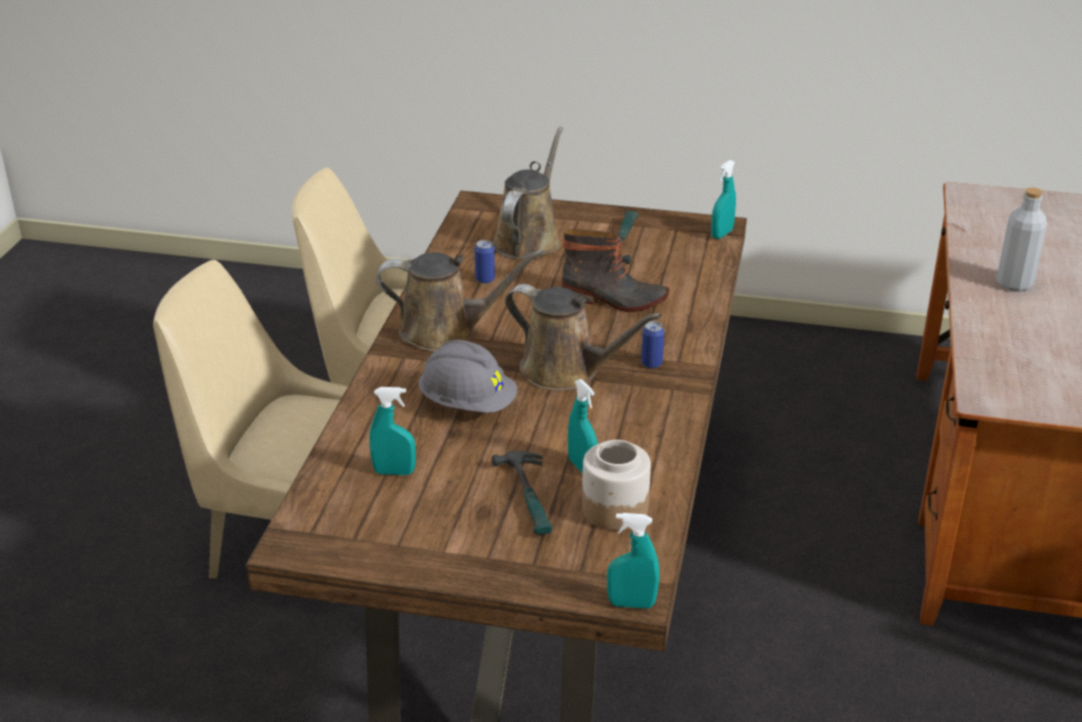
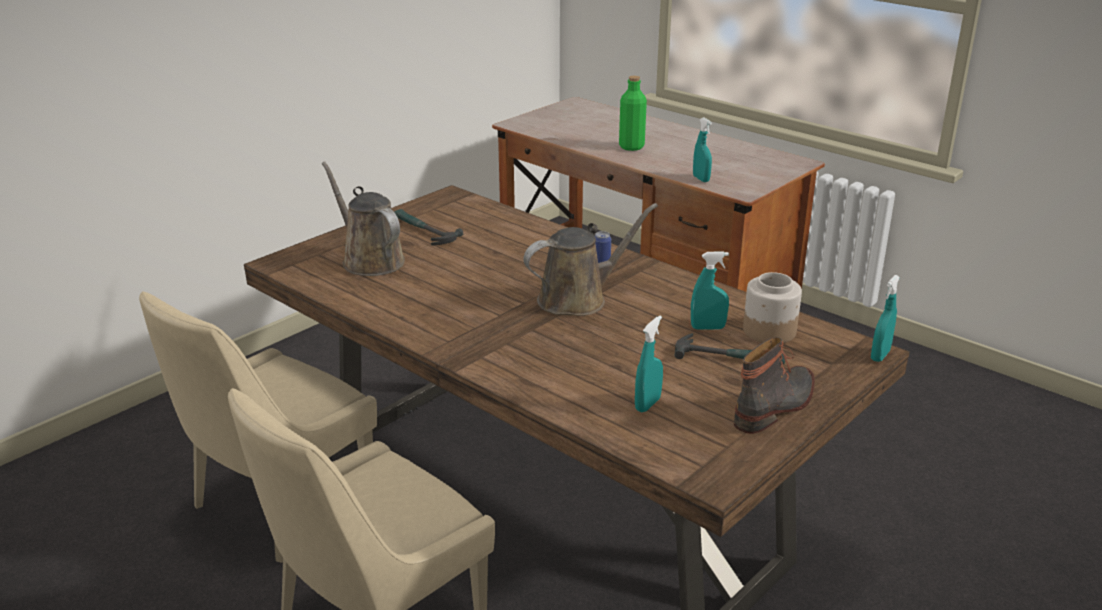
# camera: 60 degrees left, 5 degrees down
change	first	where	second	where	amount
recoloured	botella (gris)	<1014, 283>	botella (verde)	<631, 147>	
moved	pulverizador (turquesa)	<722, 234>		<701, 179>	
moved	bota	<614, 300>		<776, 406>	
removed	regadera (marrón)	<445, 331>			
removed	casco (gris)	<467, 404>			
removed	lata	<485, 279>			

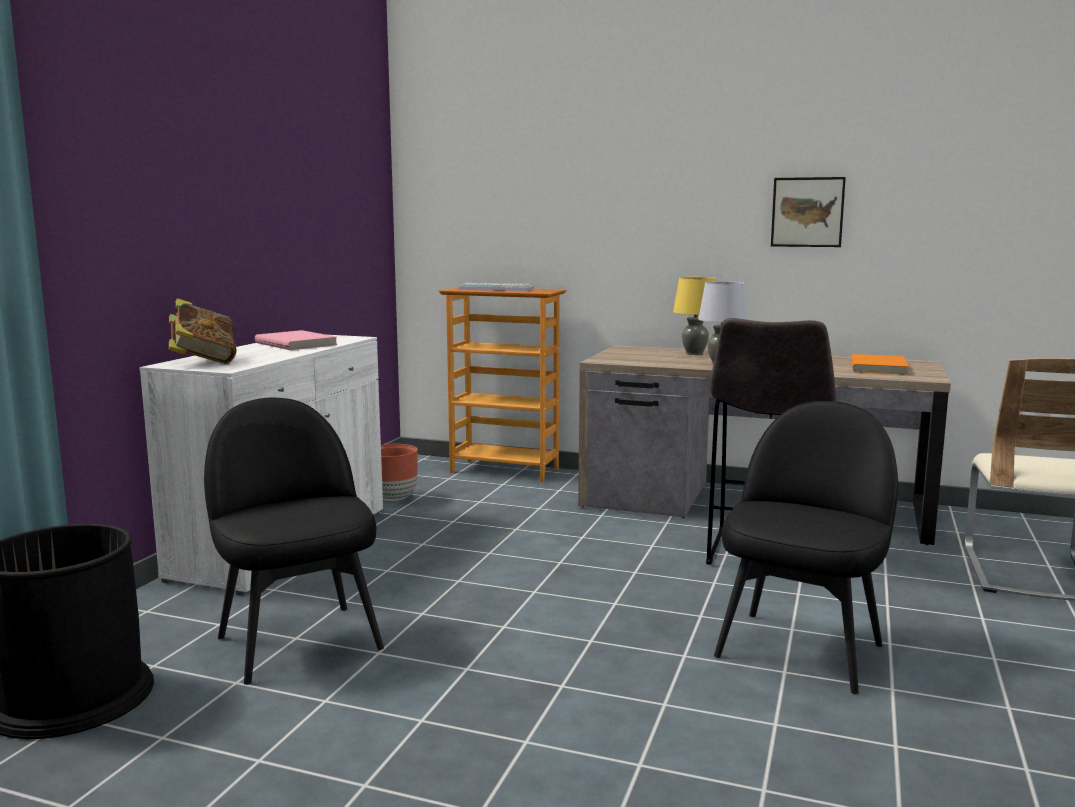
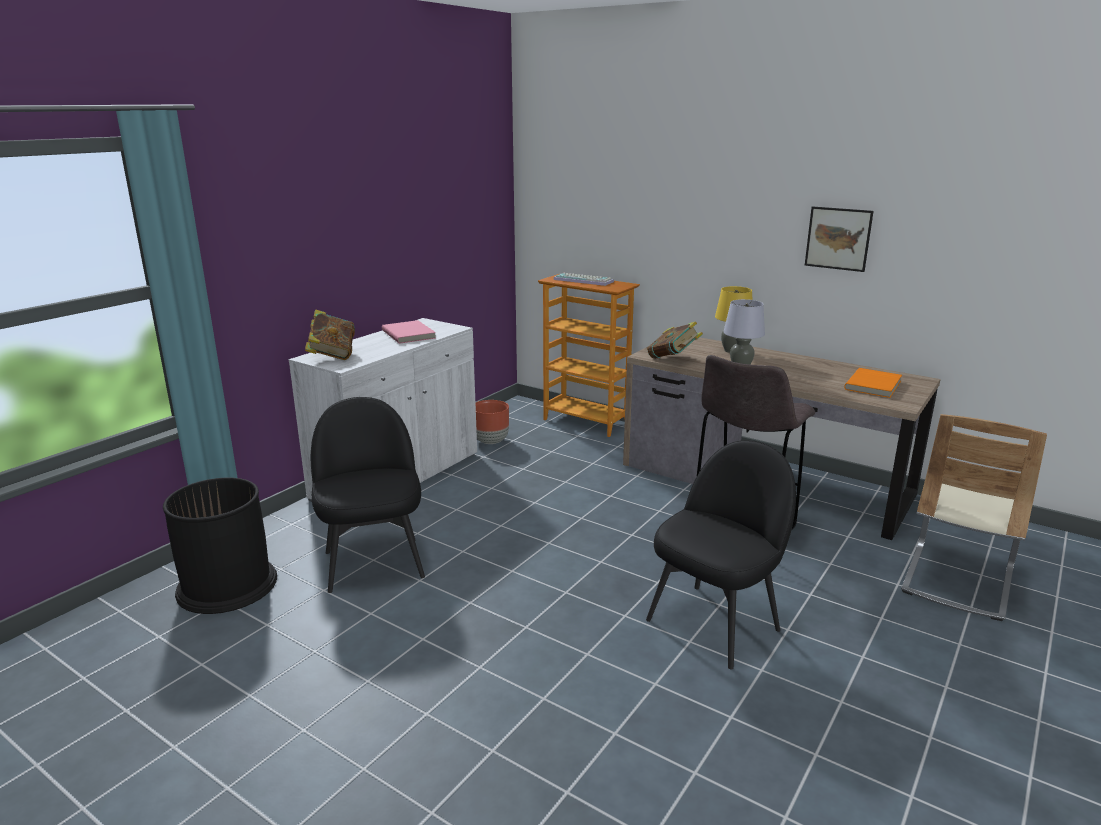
# camera: 15 degrees right, 10 degrees up
change	first	where	second	where	amount
added			libro	<673, 359>	

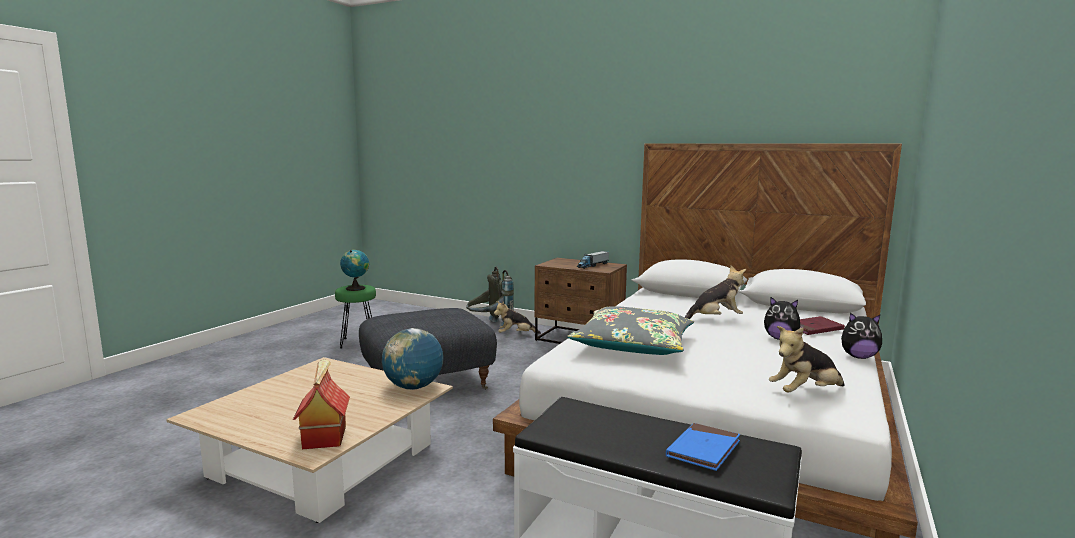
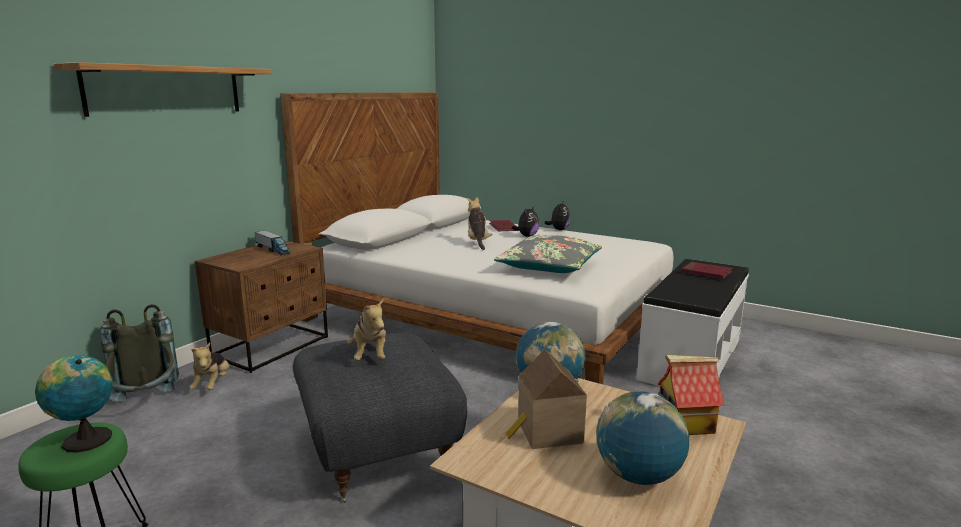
# camera: 85 degrees left, 5 degrees up
change	first	where	second	where	amount
added			estante	<166, 90>	
moved	peluche	<805, 393>		<370, 355>	
added			casita	<546, 432>	
added			globo terráqueo	<638, 476>	
recoloured	libro (azul)	<703, 450>	libro (rojo)	<706, 273>	

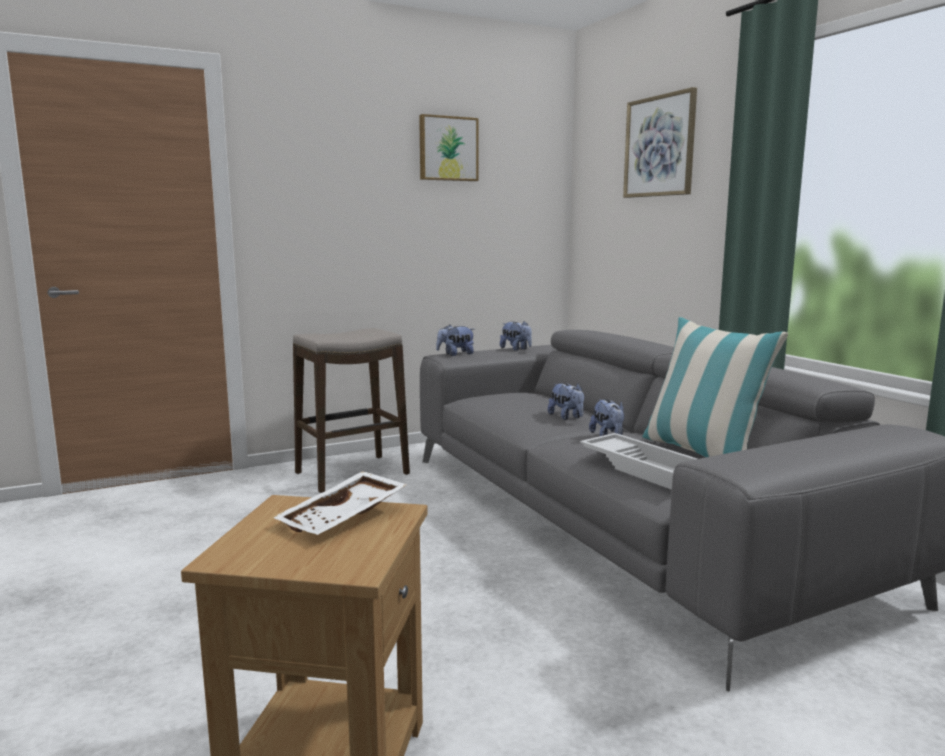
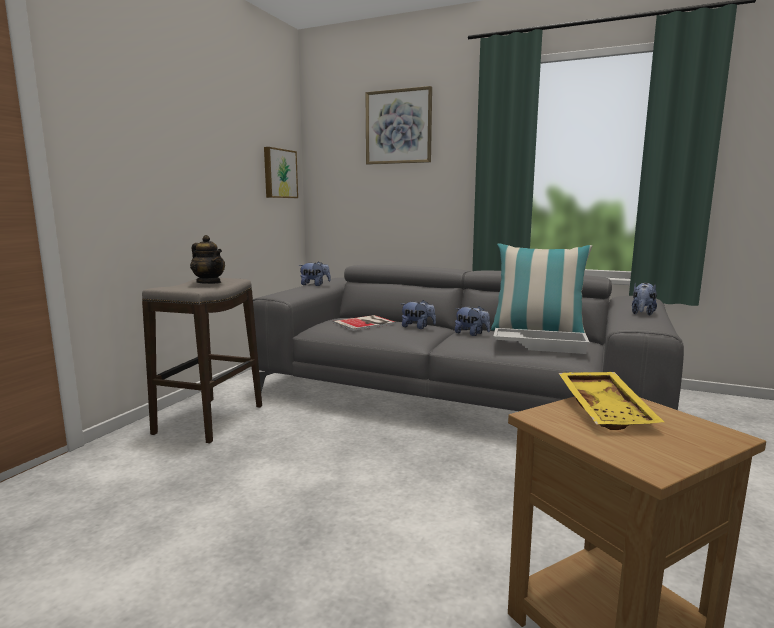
# camera: 40 degrees left, 0 degrees up
change	first	where	second	where	amount
added			tetera	<209, 283>	
moved	cuadro	<448, 149>		<279, 173>	
added			libro	<366, 323>	
recoloured	bandeja (blanco)	<344, 518>	bandeja (amarillo)	<607, 410>	
moved	peluche	<455, 354>		<642, 313>	

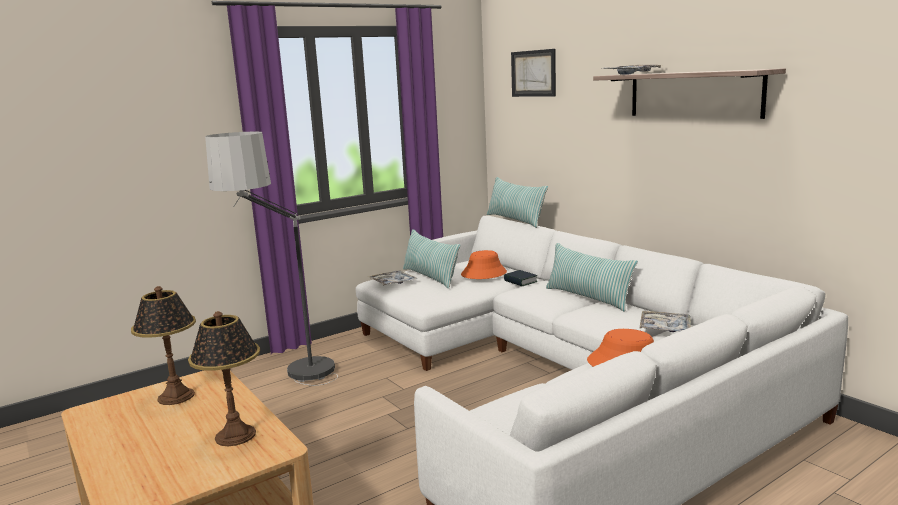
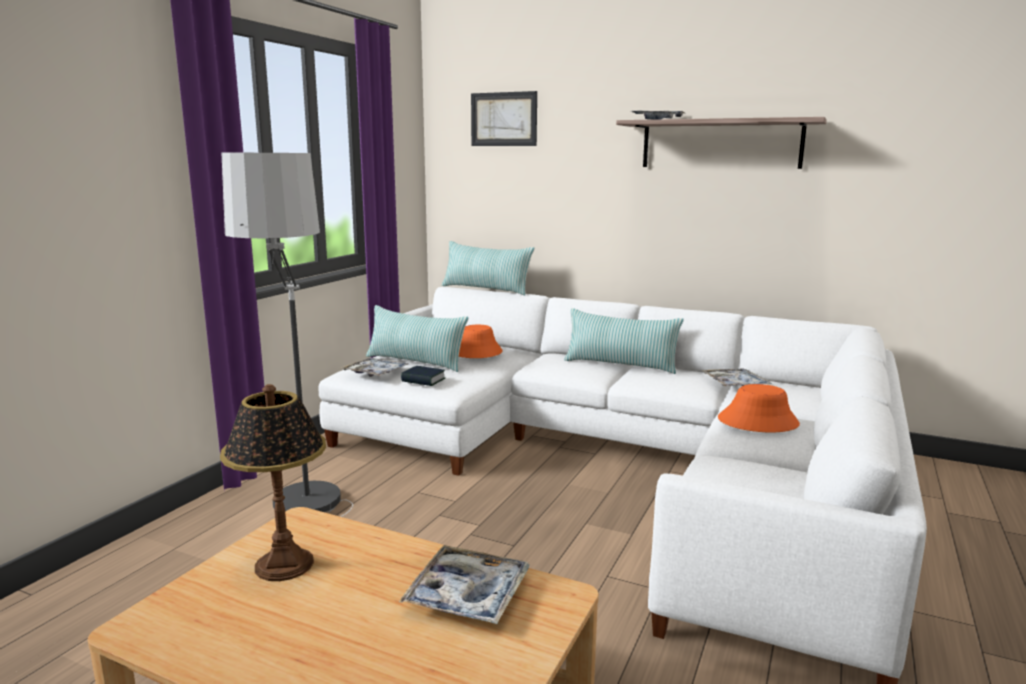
# camera: 30 degrees left, 0 degrees up
change	first	where	second	where	amount
replaced	lámpara de mesa	<236, 435>	bandeja	<467, 595>	
moved	libro	<520, 281>		<423, 380>	

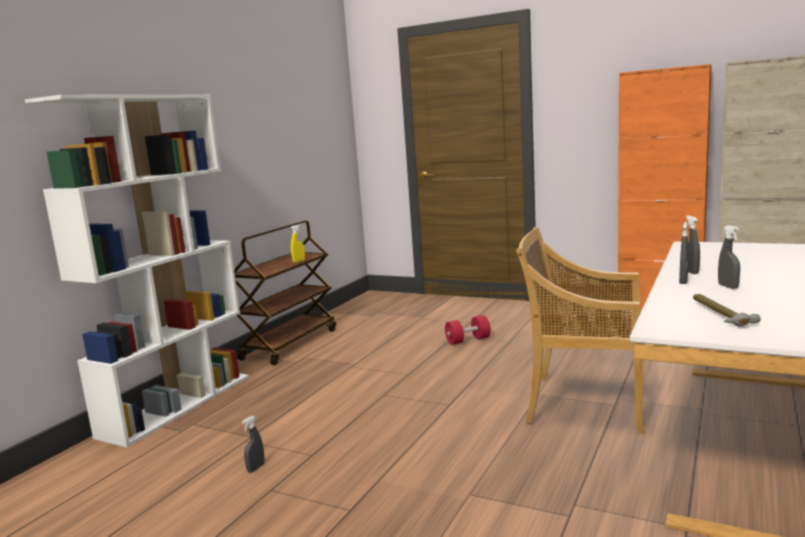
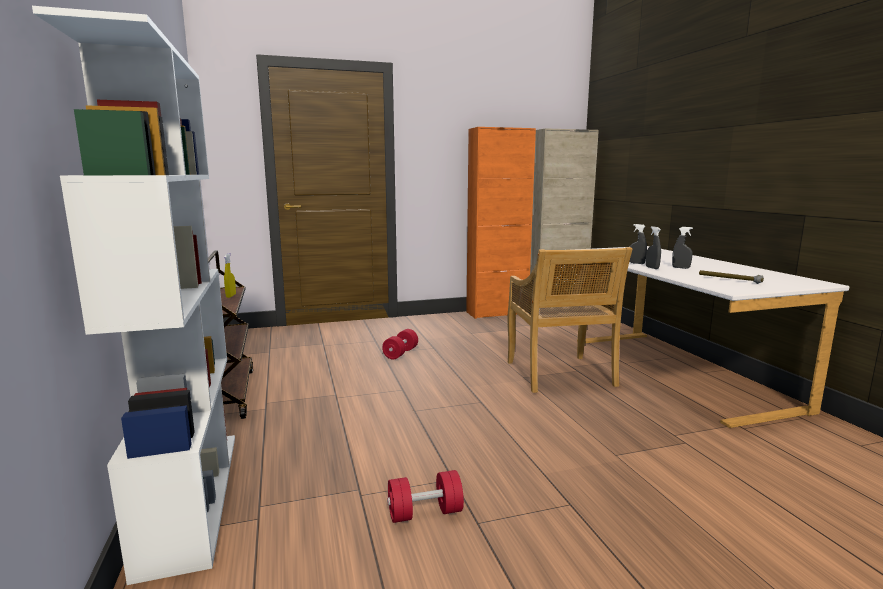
# camera: 45 degrees left, 0 degrees up
change	first	where	second	where	amount
replaced	pulverizador (gris)	<256, 468>	mancuerna (rojo)	<425, 513>	
turned	silla (beis)	<583, 403>		<560, 375>	75 degrees counterclockwise

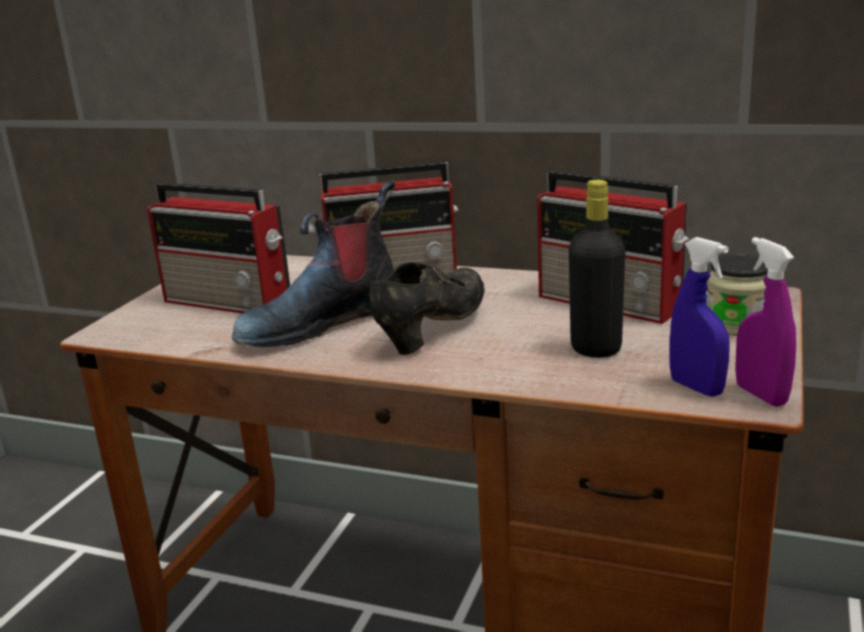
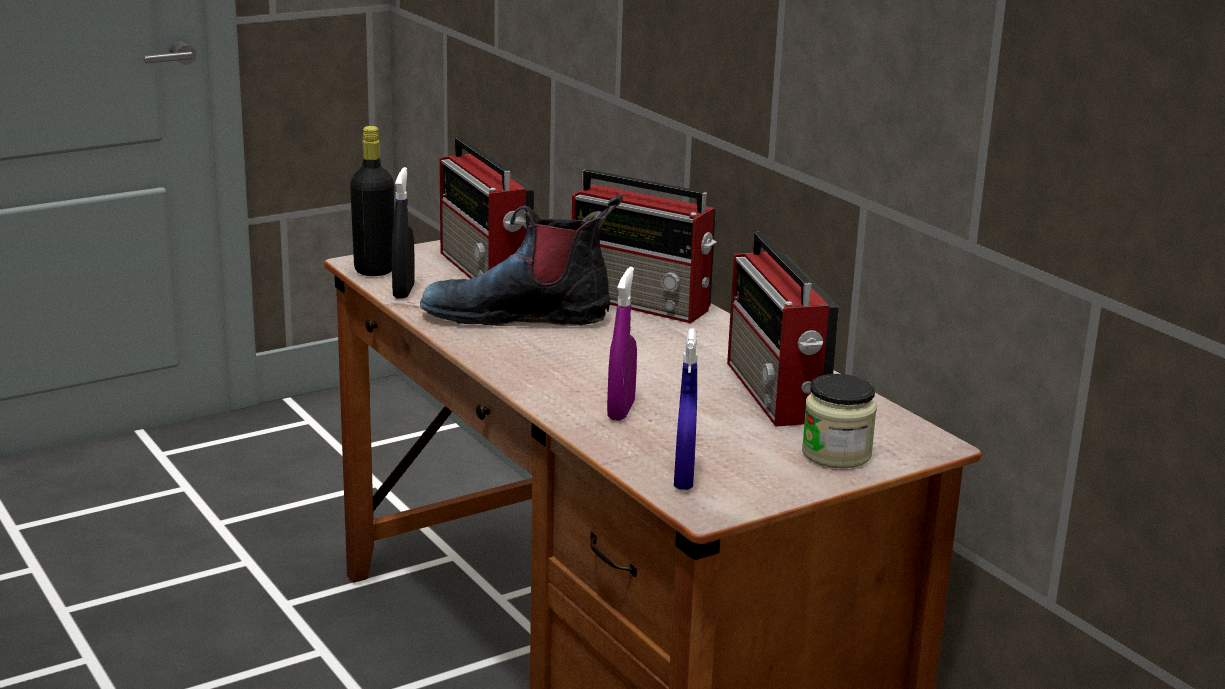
# camera: 35 degrees right, 0 degrees up
change	first	where	second	where	amount
moved	botella (negro)	<596, 349>		<374, 270>	
added			pulverizador (negro)	<403, 291>	
moved	pulverizador (morado)	<761, 395>		<621, 411>	
removed	zapato (negro)	<433, 330>			

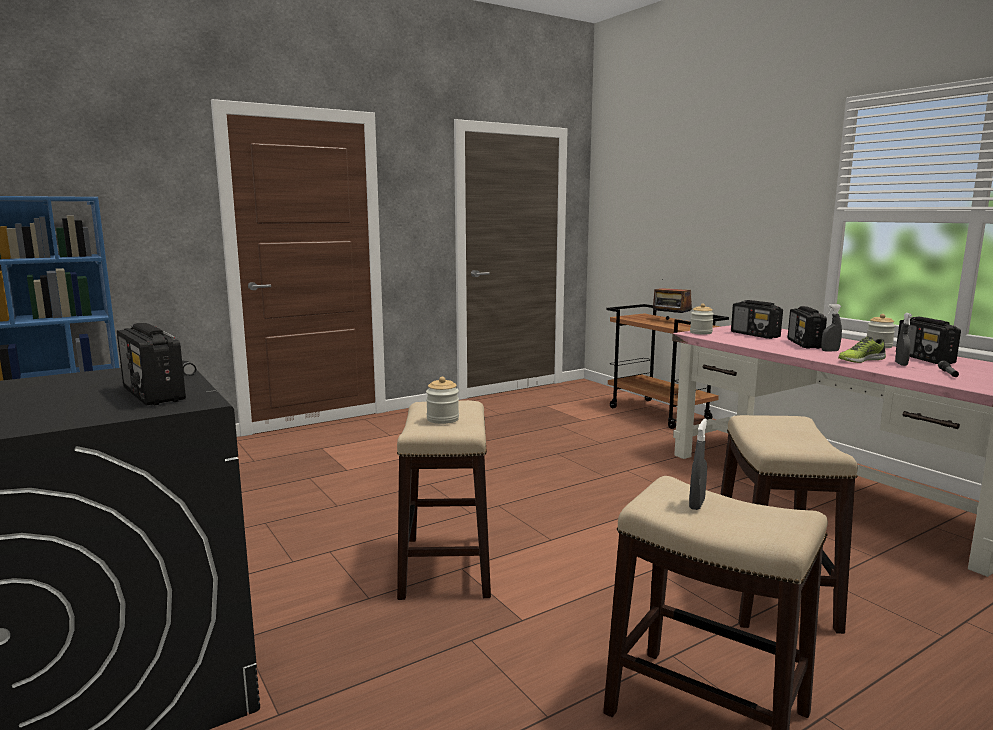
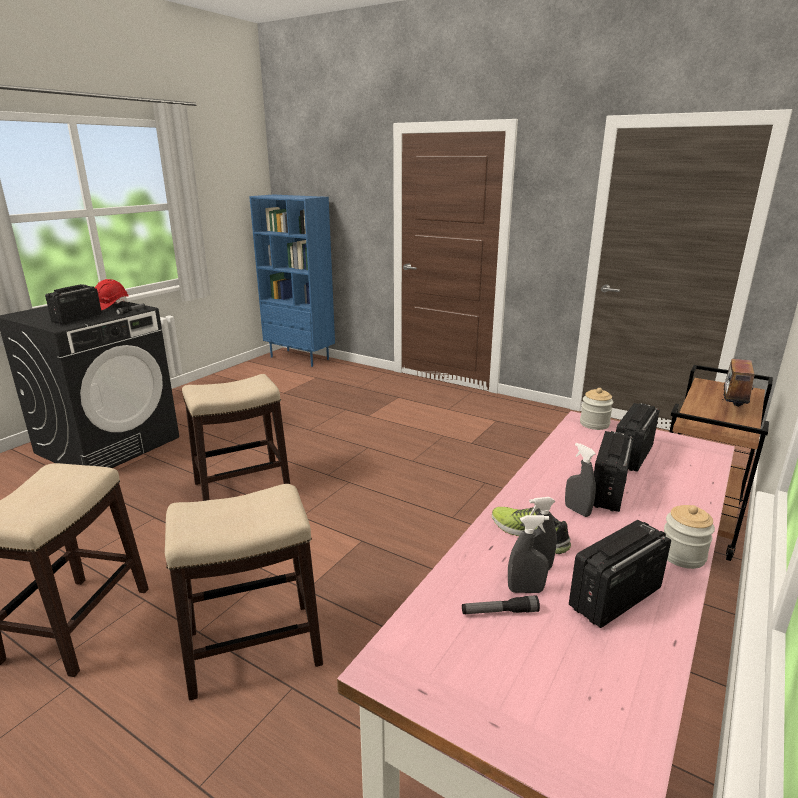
# camera: 65 degrees right, 10 degrees up
change	first	where	second	where	amount
added			casco (rojo)	<110, 306>	
moved	pulverizador (gris)	<697, 504>		<525, 590>	
turned	radio	<804, 344>		<608, 491>	45 degrees counterclockwise
removed	tarro	<442, 419>			

